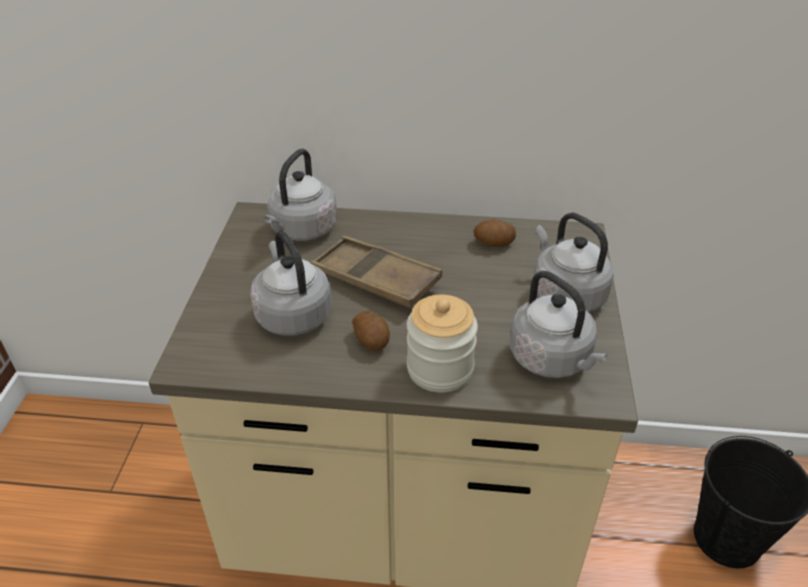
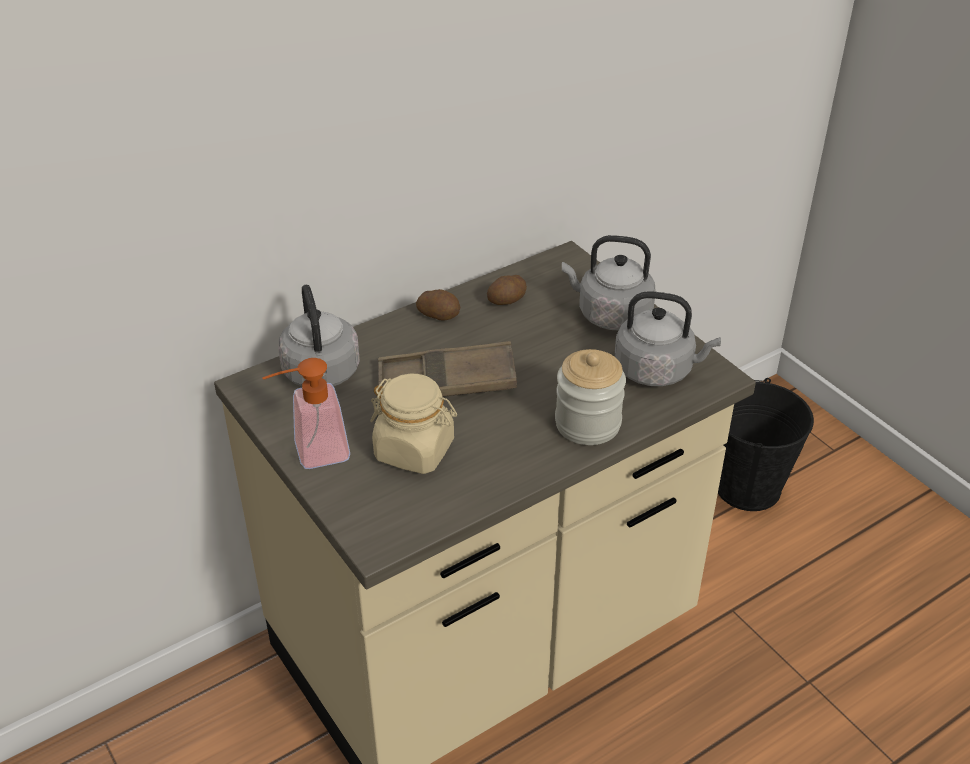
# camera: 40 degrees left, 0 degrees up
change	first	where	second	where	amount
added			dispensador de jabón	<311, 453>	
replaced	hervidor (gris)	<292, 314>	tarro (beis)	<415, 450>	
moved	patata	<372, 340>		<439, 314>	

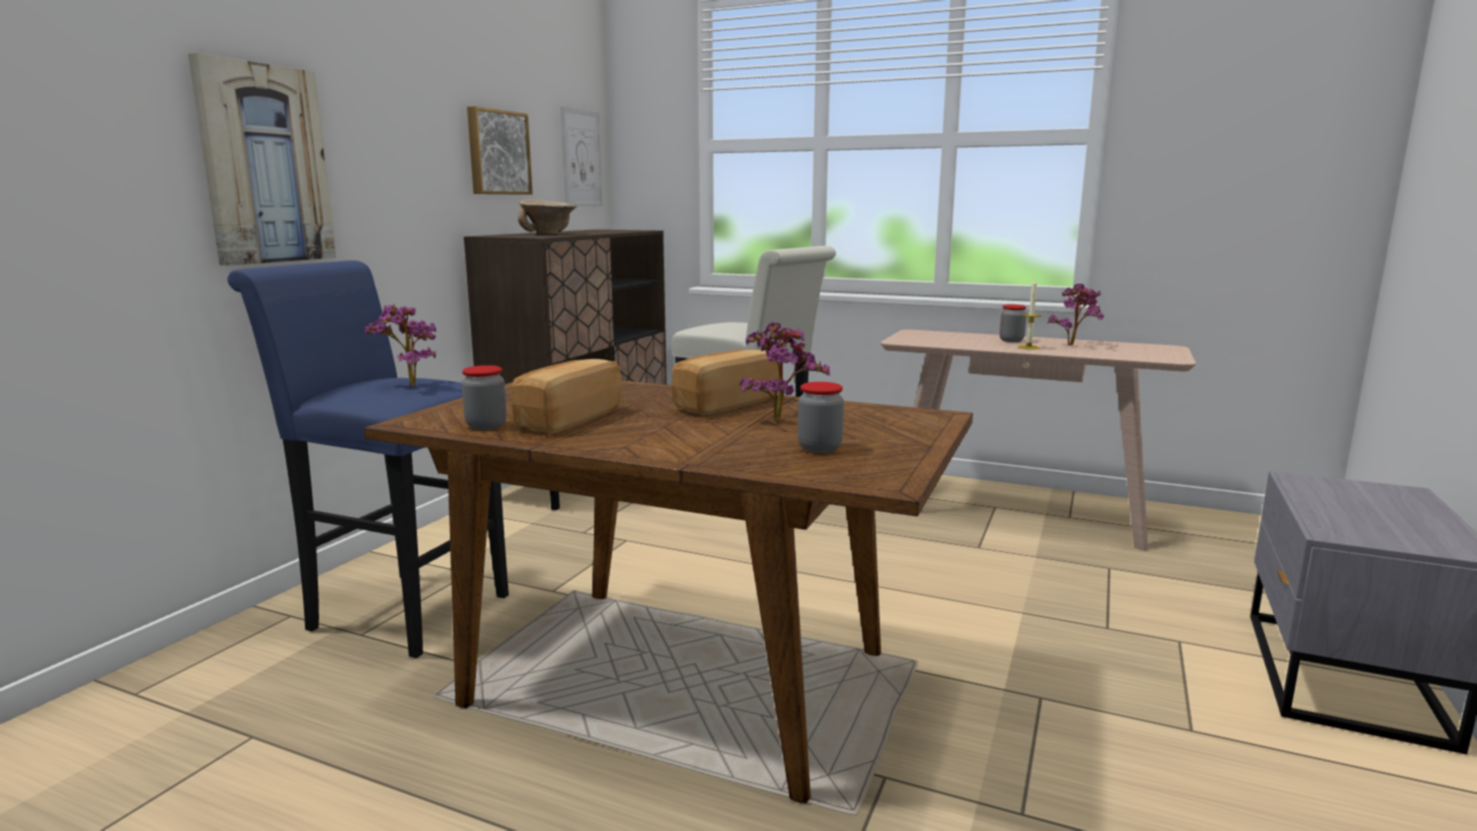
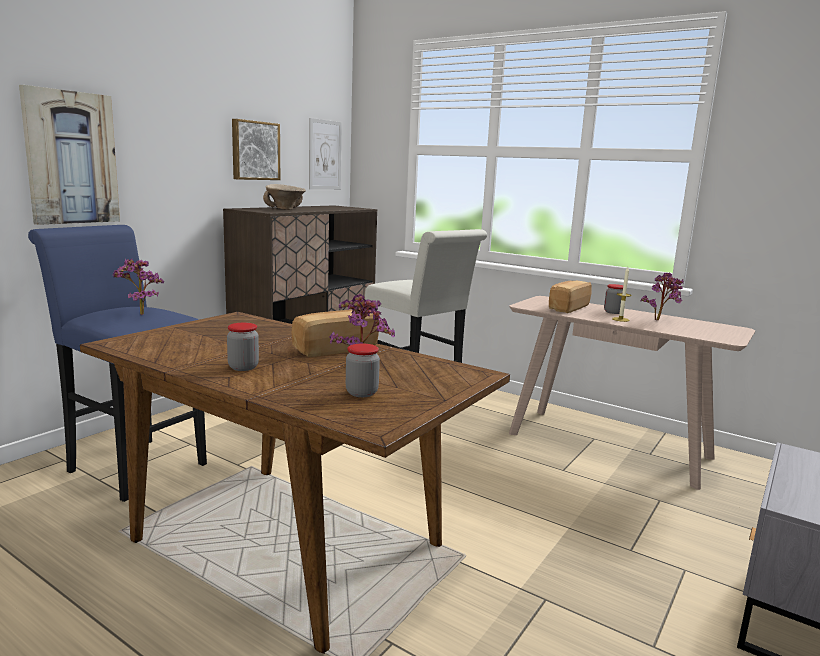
# camera: 10 degrees right, 0 degrees up
change	first	where	second	where	amount
moved	tarro	<486, 426>		<243, 367>	
moved	pan	<567, 419>		<567, 308>	

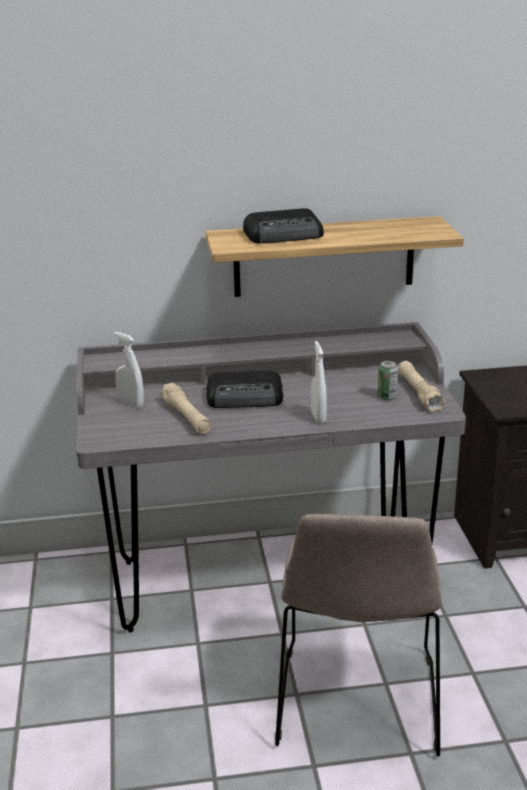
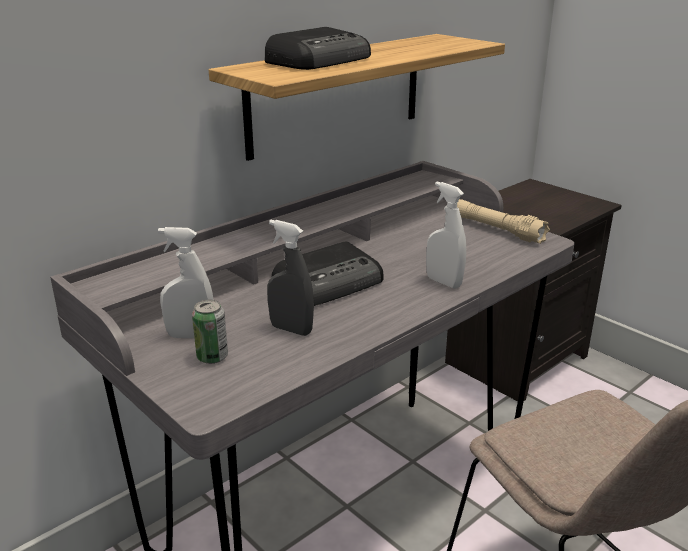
# camera: 35 degrees left, 0 degrees up
change	first	where	second	where	amount
moved	lata	<387, 396>		<212, 357>	
replaced	linterna (beis)	<186, 417>	pulverizador (gris)	<291, 329>	

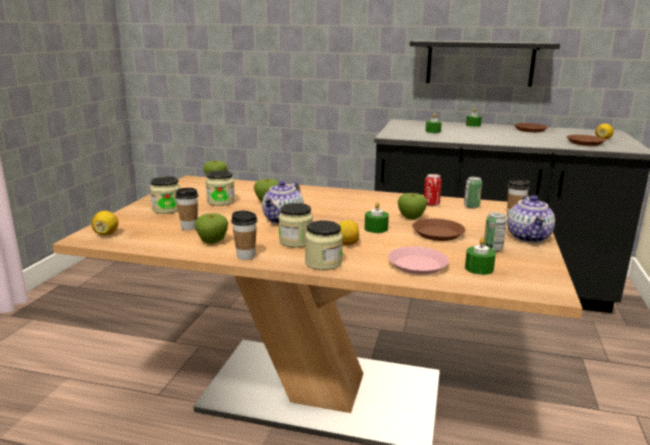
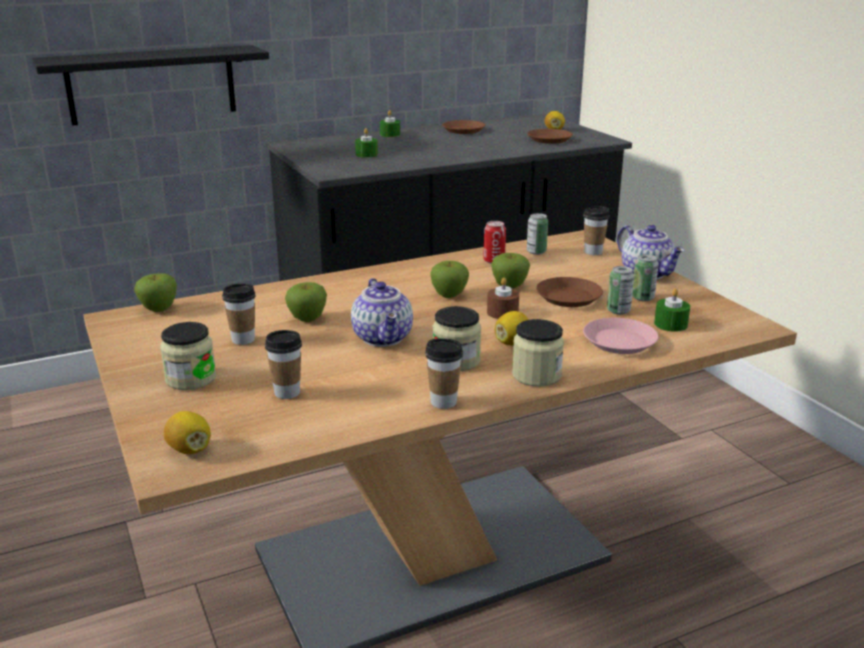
# camera: 40 degrees left, 5 degrees up
change	first	where	second	where	amount
moved	estante (negro)	<479, 63>		<152, 84>	
replaced	tarro	<221, 202>	taza	<243, 340>	
moved	manzana	<212, 242>		<449, 295>	
recoloured	vela (verde)	<376, 228>	vela (marrón)	<502, 312>	
added			lata	<618, 311>	

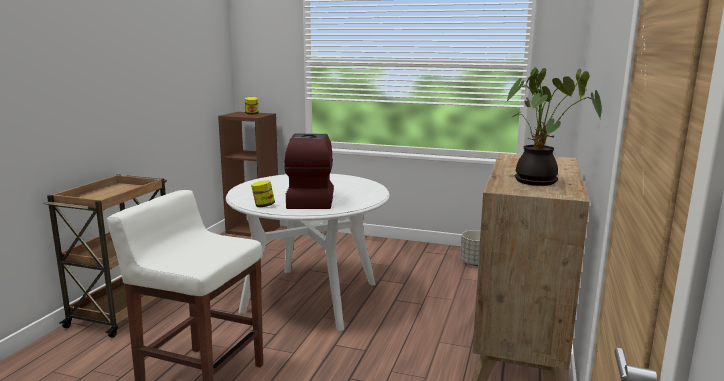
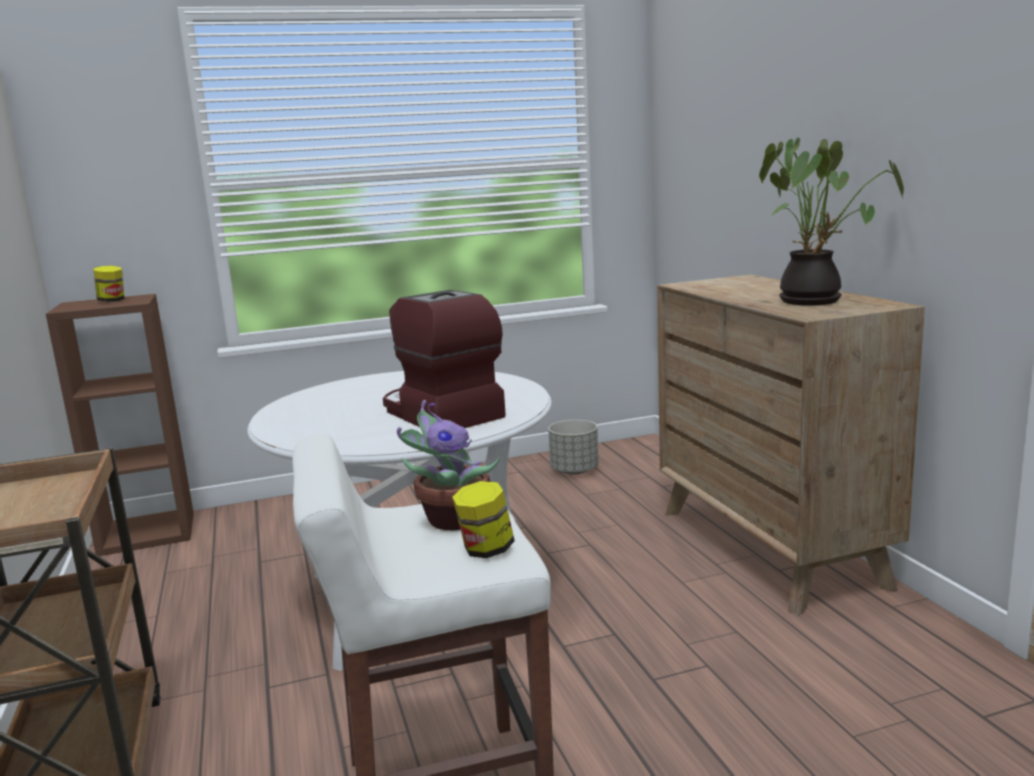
# camera: 35 degrees left, 0 degrees up
change	first	where	second	where	amount
added			planta en maceta	<451, 520>	
moved	tarro	<263, 206>		<486, 550>	

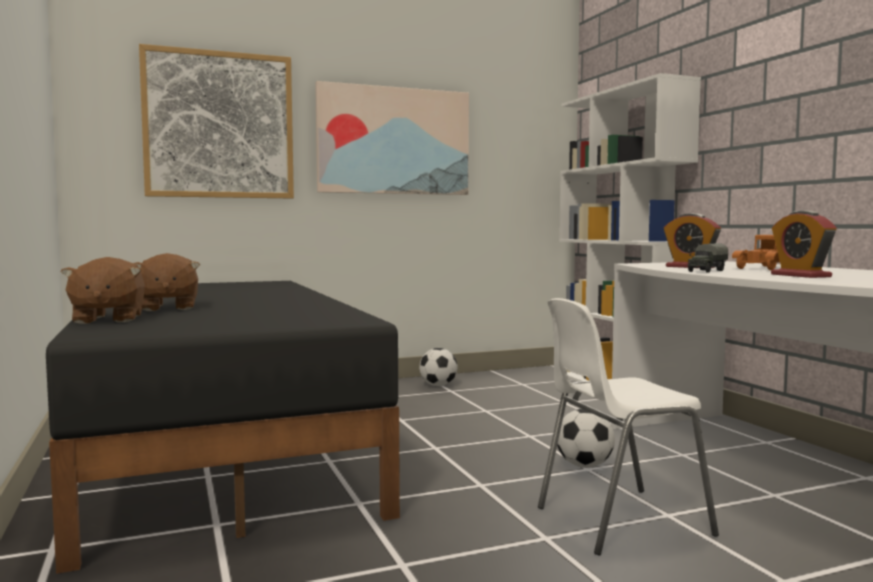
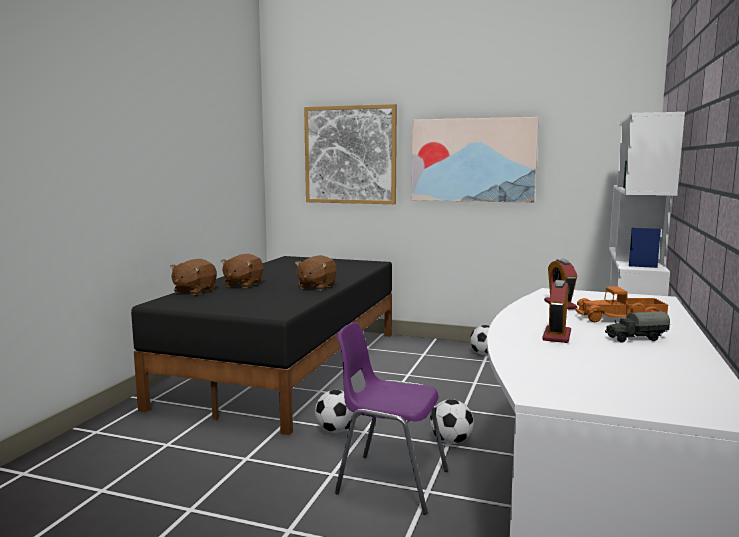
# camera: 40 degrees right, 5 degrees up
change	first	where	second	where	amount
added			peluche (marrón)	<316, 287>	
added			balón de fútbol	<336, 430>	
recoloured	silla (blanco)	<618, 521>	silla (morado)	<389, 481>	
moved	camión de juguete	<706, 271>		<635, 338>	

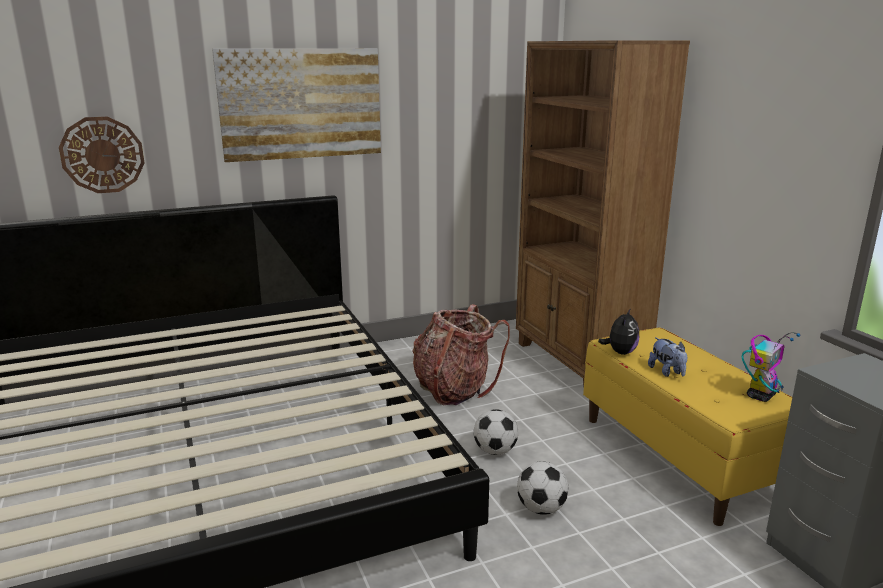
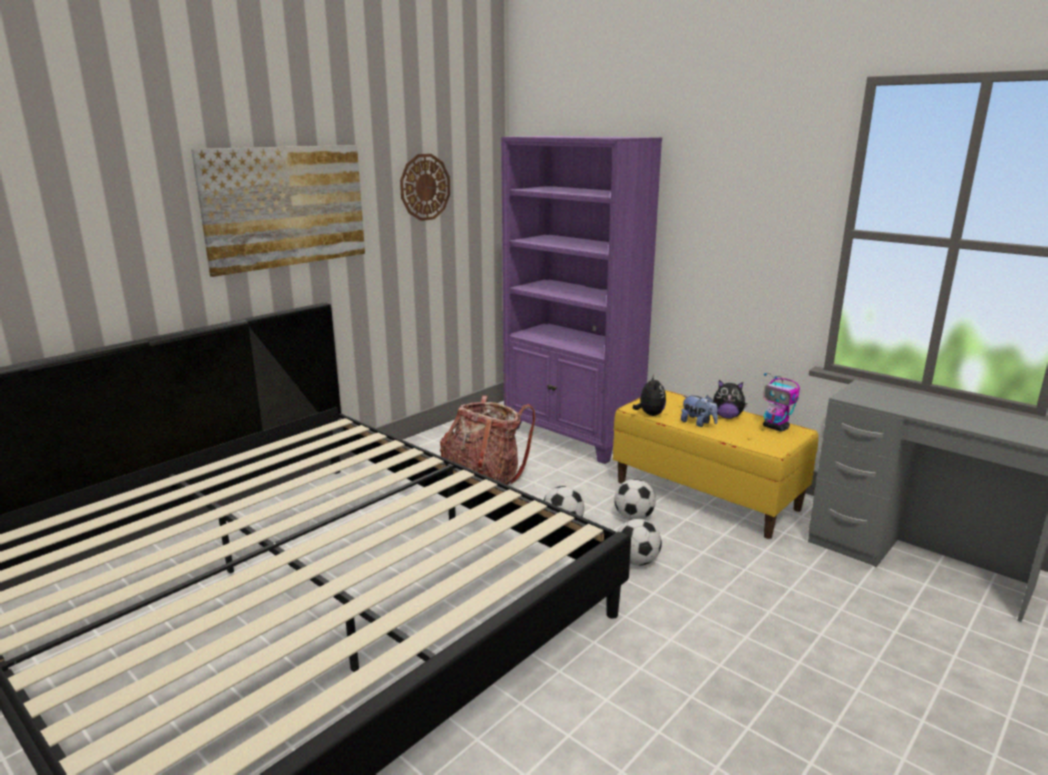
# camera: 25 degrees left, 0 degrees up
change	first	where	second	where	amount
moved	reloj de pared	<102, 155>		<425, 187>	
recoloured	estantería (marrón)	<578, 364>	estantería (morado)	<572, 437>	
added			balón de fútbol	<634, 517>	
added			peluche	<727, 417>	
turned	robot de juguete	<761, 395>		<776, 428>	120 degrees clockwise

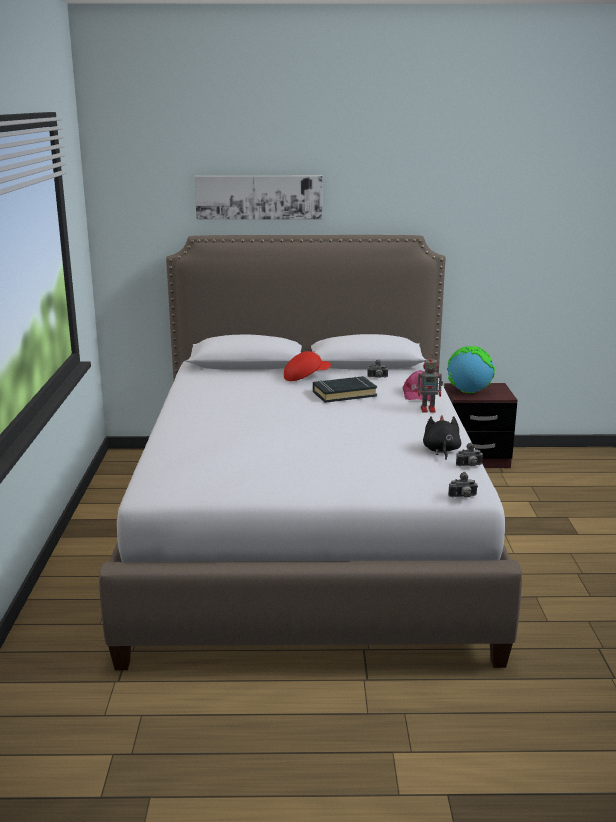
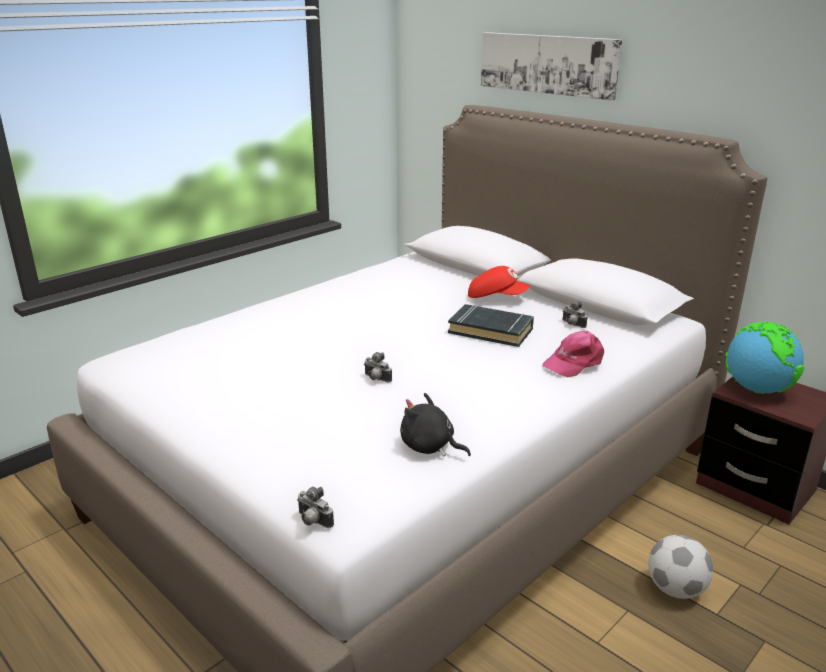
# camera: 45 degrees right, 5 degrees up
change	first	where	second	where	amount
moved	cámara	<469, 466>		<376, 379>	
turned	peluche (negro)	<441, 451>		<430, 447>	105 degrees counterclockwise
added			balón de fútbol	<675, 589>	
removed	robot de juguete	<429, 409>			

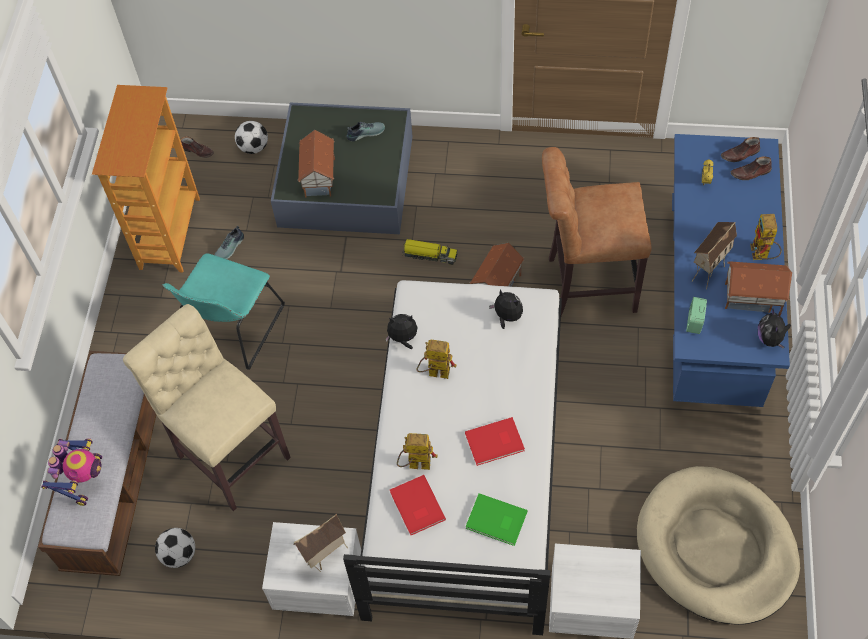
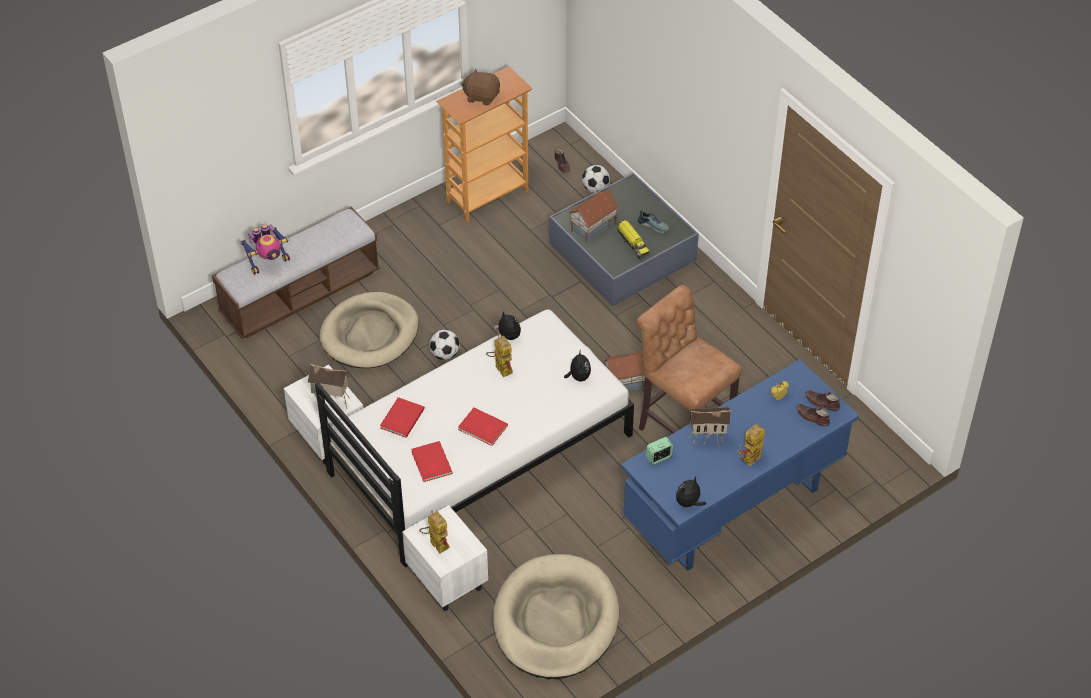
# camera: 45 degrees right, 10 degrees down
change	first	where	second	where	amount
replaced	taburete (beis)	<229, 453>	cama para perro (beis)	<370, 334>	
recoloured	libro (verde)	<496, 521>	libro (rojo)	<430, 463>	
moved	robot de juguete	<414, 465>		<435, 543>	
moved	balón de fútbol	<179, 554>		<445, 354>	
added			peluche (marrón)	<481, 96>	
moved	camión de juguete	<429, 255>		<633, 243>	
removed	silla (turquesa)	<232, 330>			
removed	zapato	<230, 248>			
removed	casita	<752, 300>			

